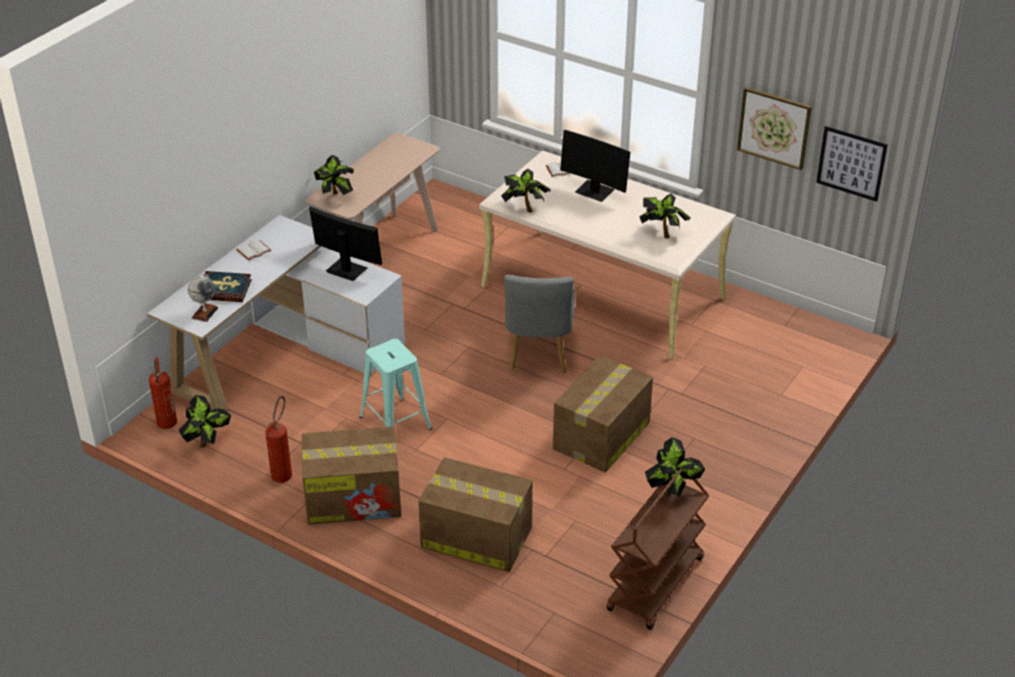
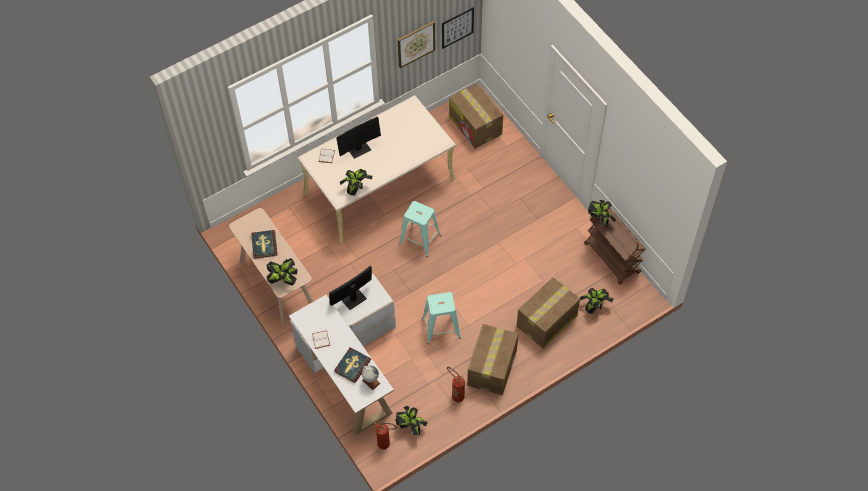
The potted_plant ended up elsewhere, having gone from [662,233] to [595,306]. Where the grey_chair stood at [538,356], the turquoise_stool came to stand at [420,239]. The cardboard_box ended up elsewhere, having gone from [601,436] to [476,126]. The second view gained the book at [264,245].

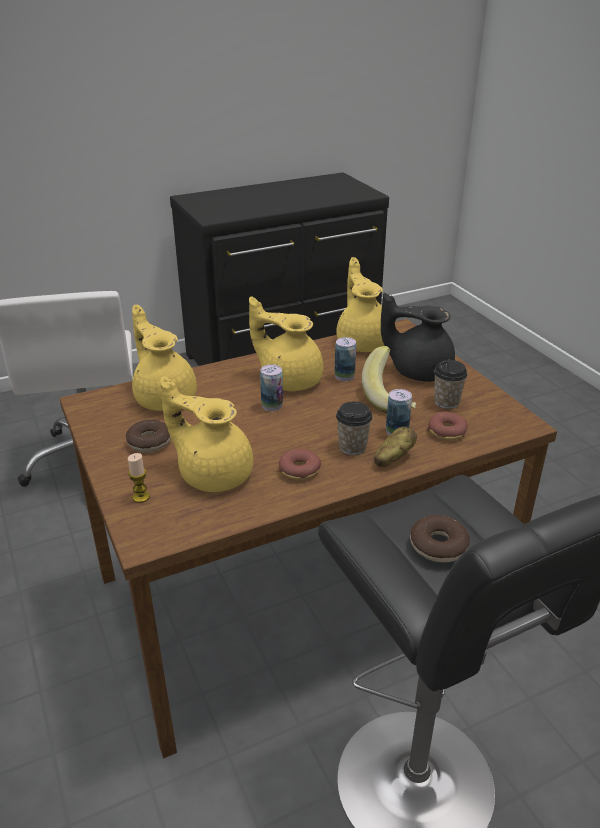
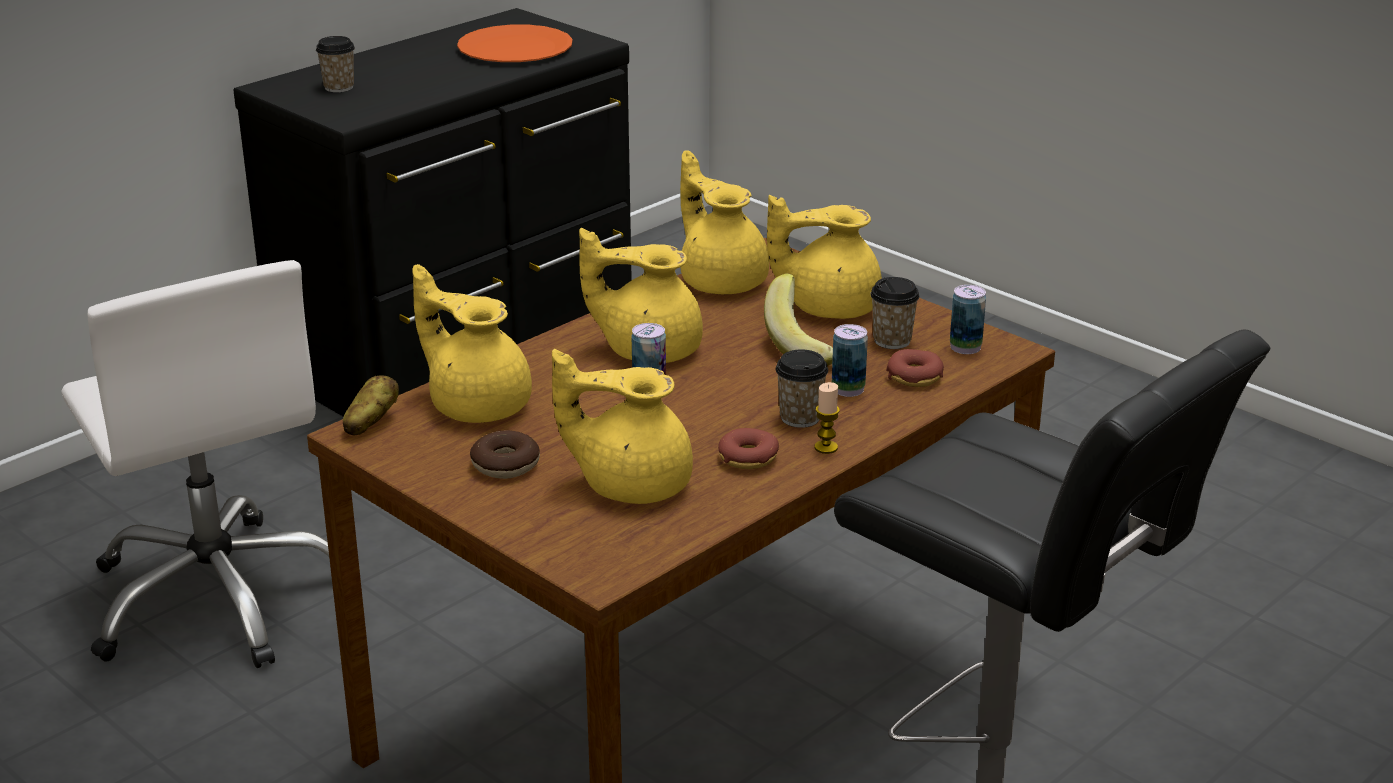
What was the black_teapot at [418,370] turned into the yellow_teapot at [828,306]. The can ended up elsewhere, having gone from [344,376] to [965,347]. The potato ended up elsewhere, having gone from [393,458] to [370,423]. The candle ended up elsewhere, having gone from [141,497] to [826,447]. The second view lost the donut at [438,546]. The second view gained the orange_plate at [515,48]. The second view gained the cup at [339,87].

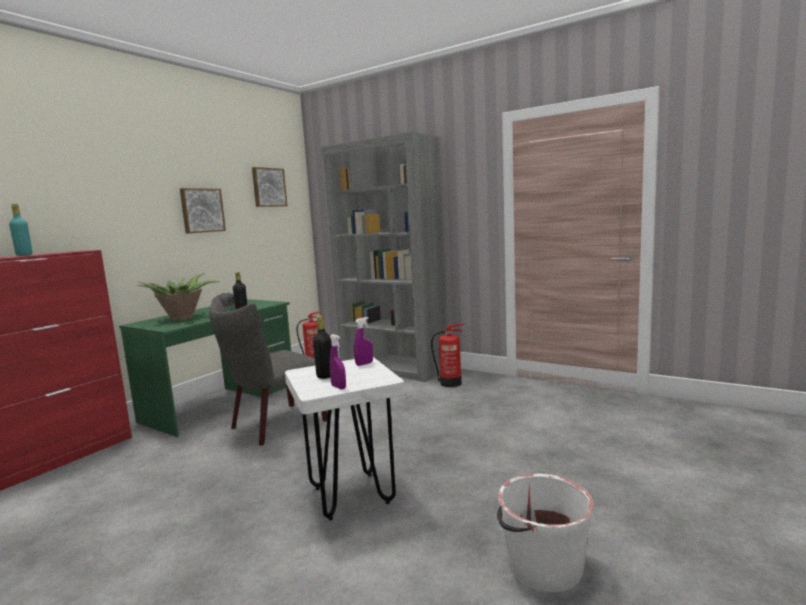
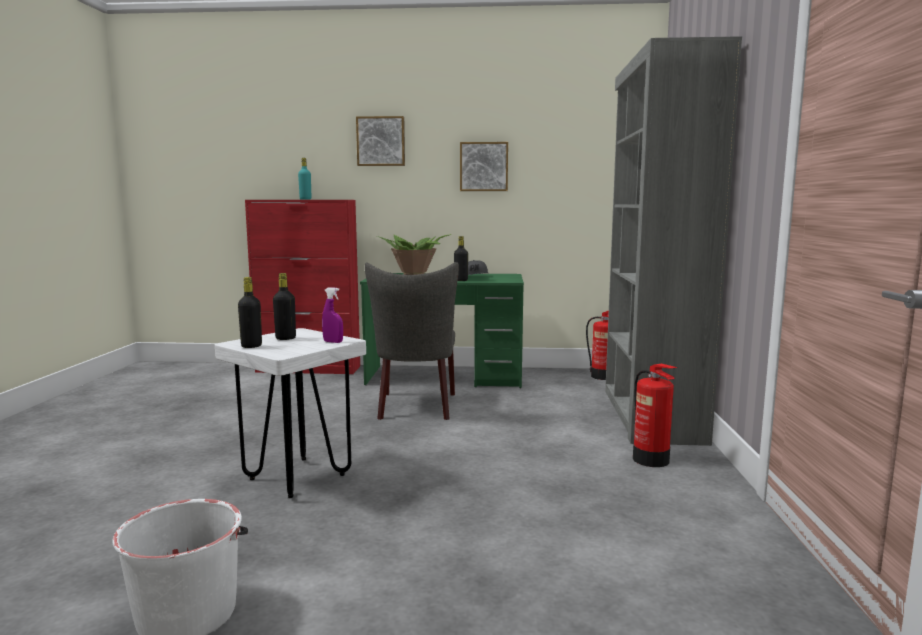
The picture ended up elsewhere, having gone from [268,187] to [381,141]. The grey_chair at [273,426] ended up facing another way, 105 degrees counterclockwise from before. Where the purple_spray_bottle stood at [338,387], the black_bottle came to stand at [251,346].

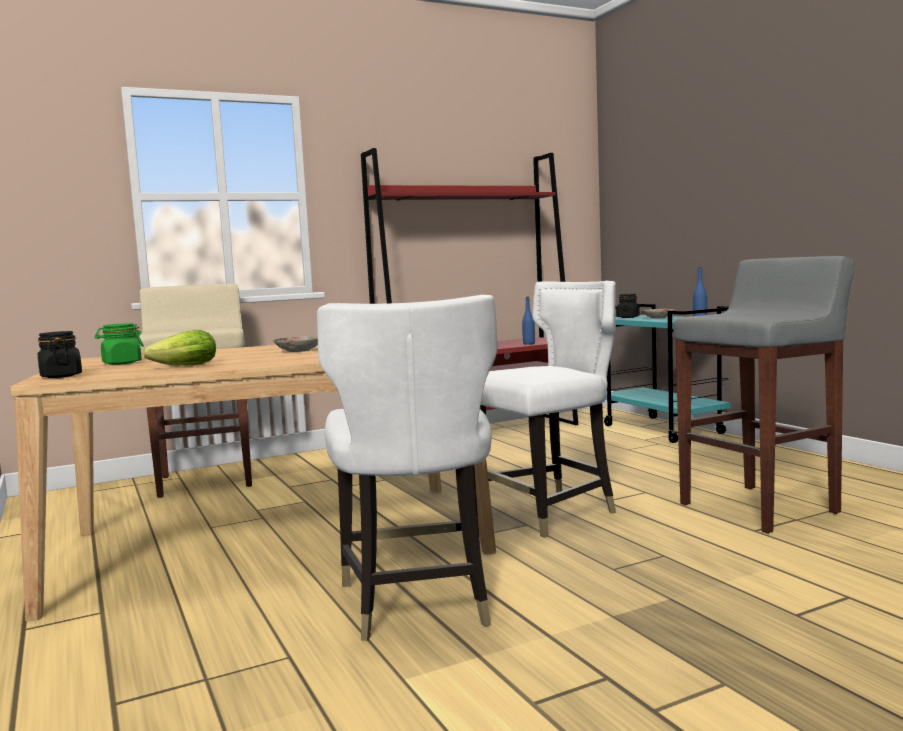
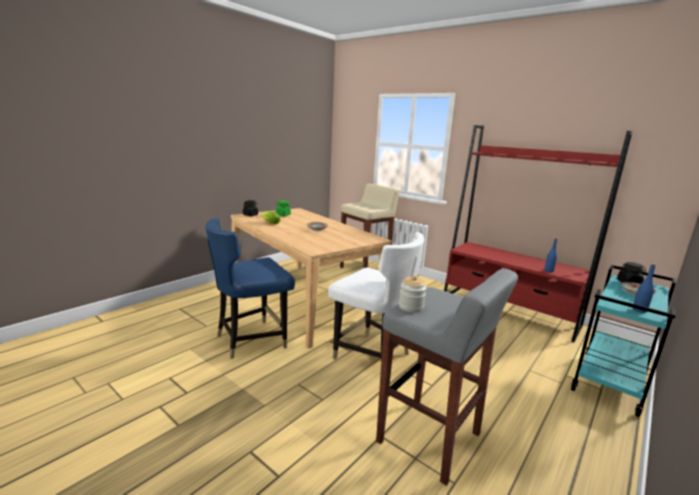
What was the white_chair at [417,602] turned into the blue_chair at [251,339]. The second view gained the jar at [411,307].

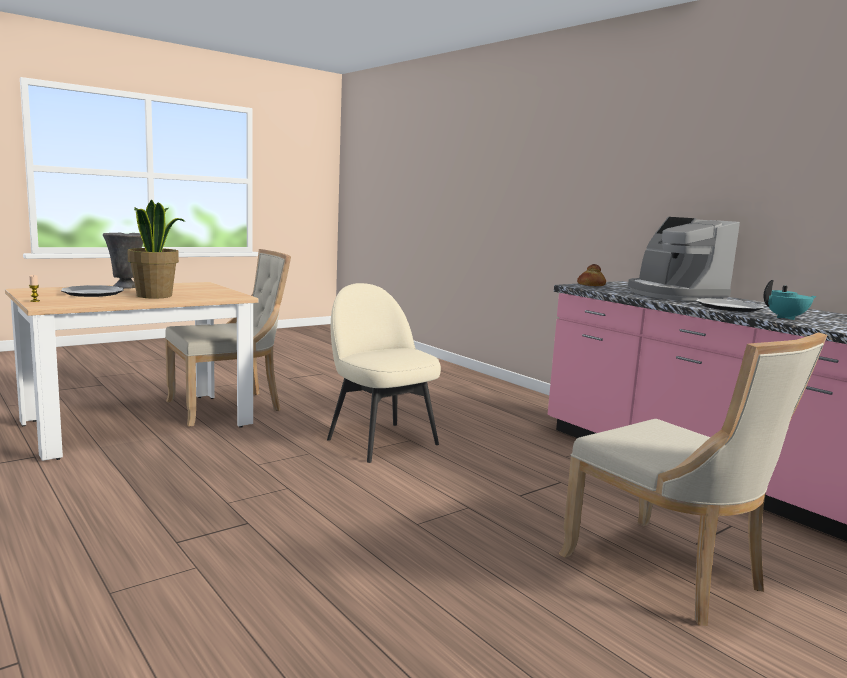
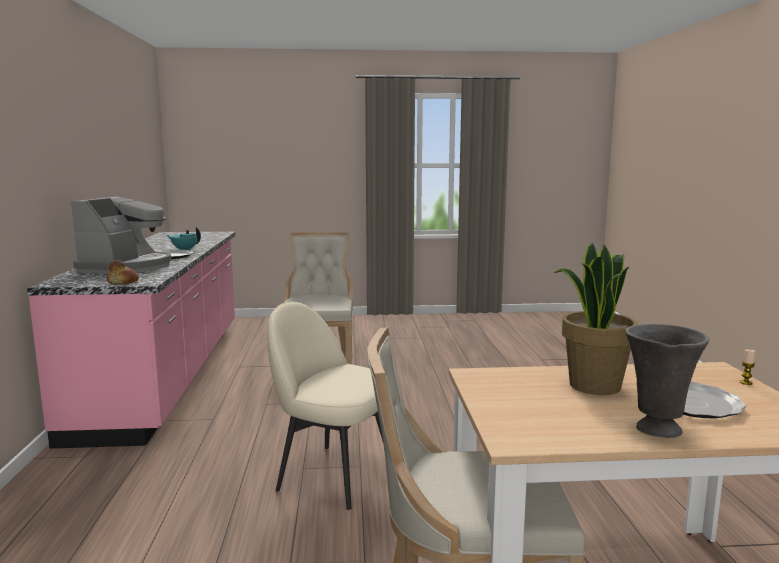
The beige_chair at [381,441] ended up facing another way, 120 degrees clockwise from before.

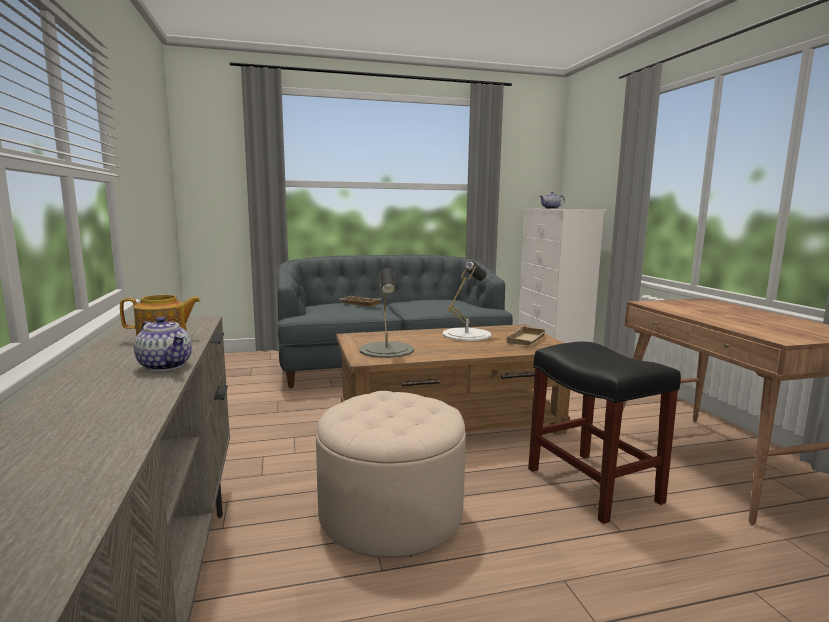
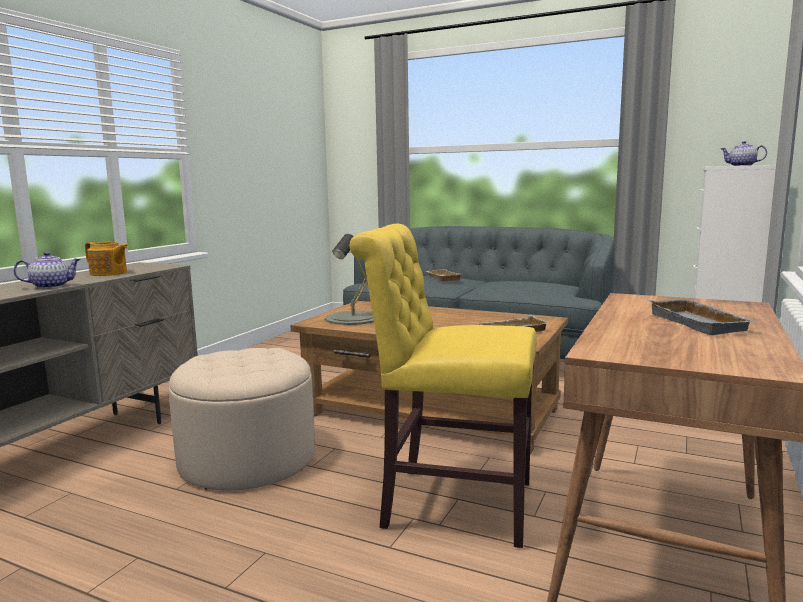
The second view lost the white_table_lamp at [466,334]. The teapot at [166,365] ended up facing another way, 105 degrees counterclockwise from before. Where the black_stool stood at [591,484], the yellow_chair came to stand at [449,503]. The second view gained the grey_tray at [701,323].

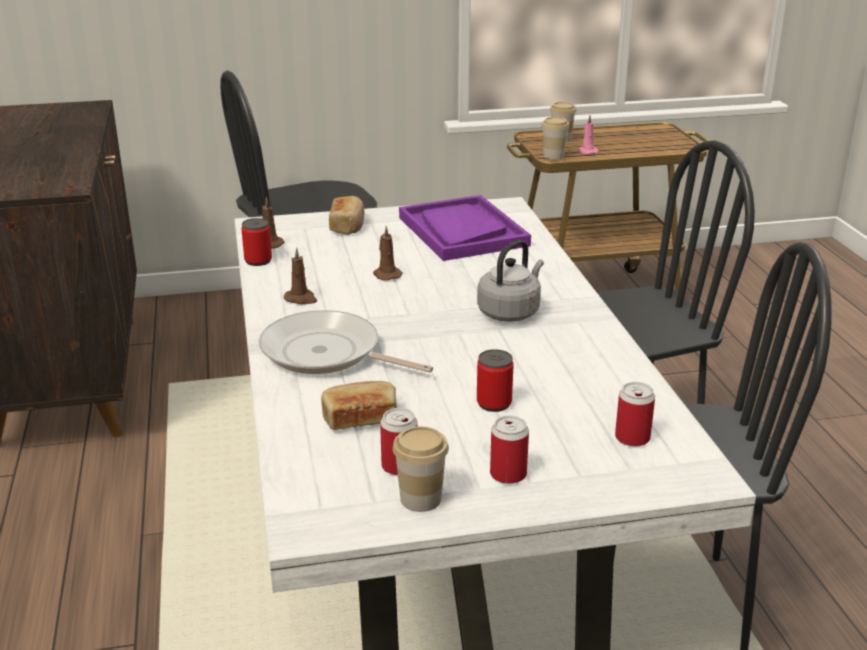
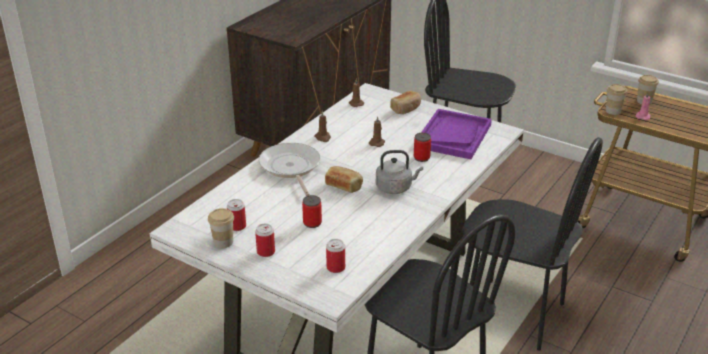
The can ended up elsewhere, having gone from [258,261] to [421,158]. The bread ended up elsewhere, having gone from [360,419] to [344,185].

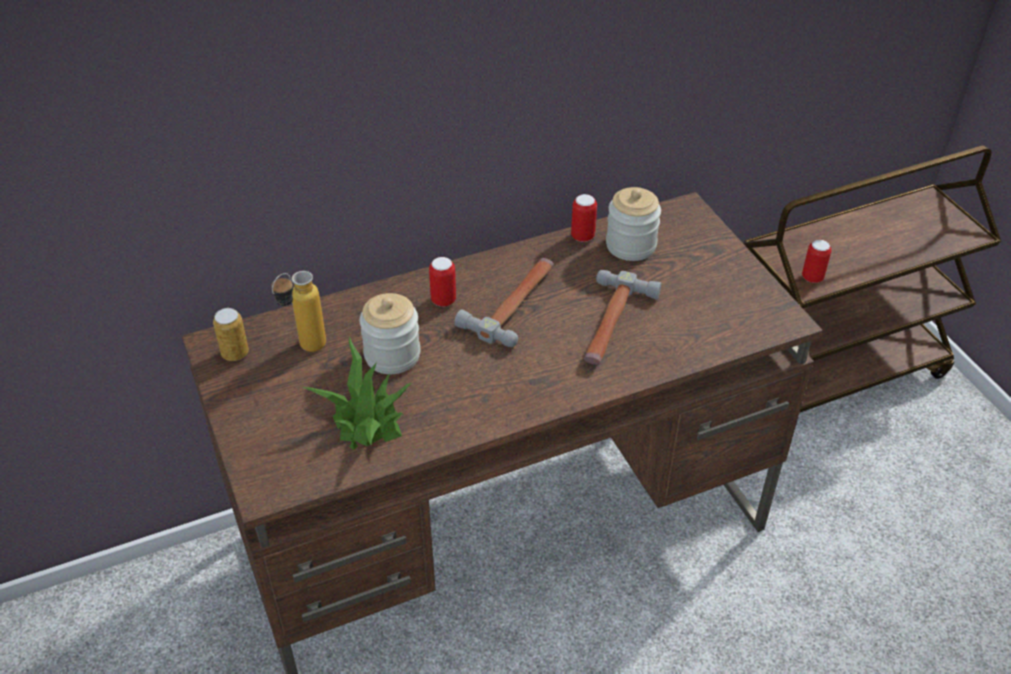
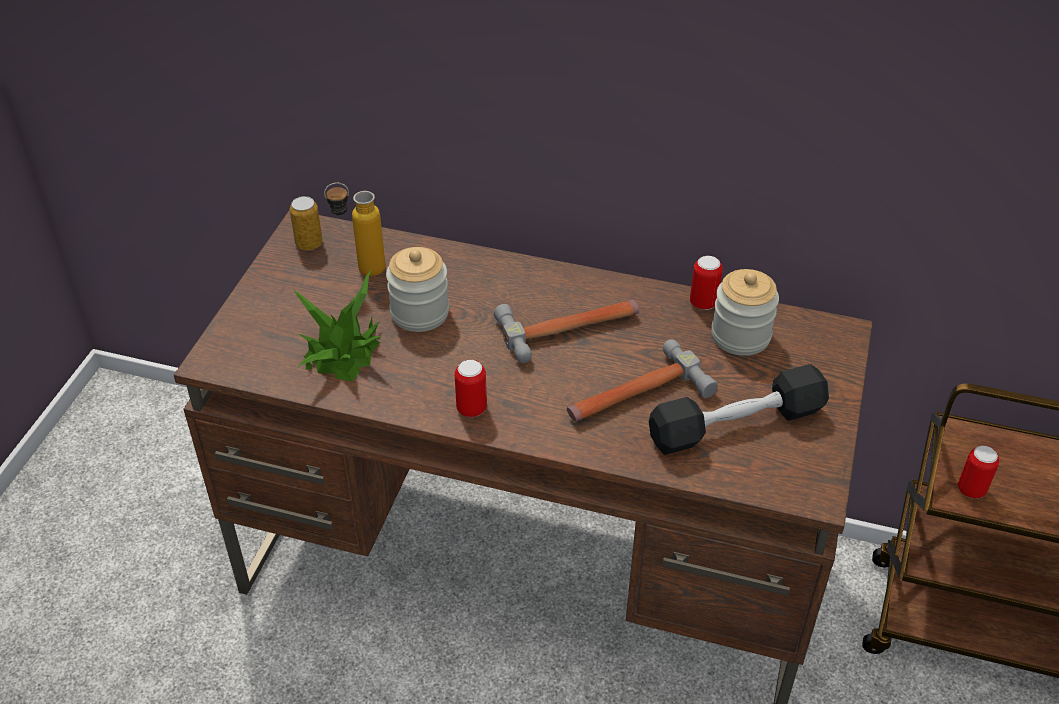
The can ended up elsewhere, having gone from [443,300] to [471,409]. The second view gained the black_dumbbell at [736,425].

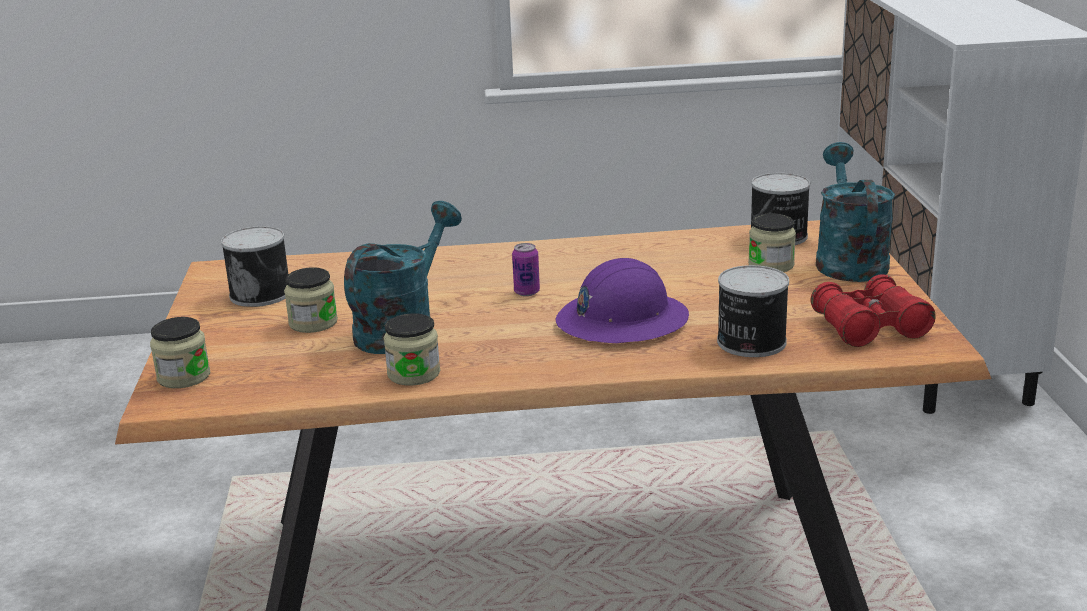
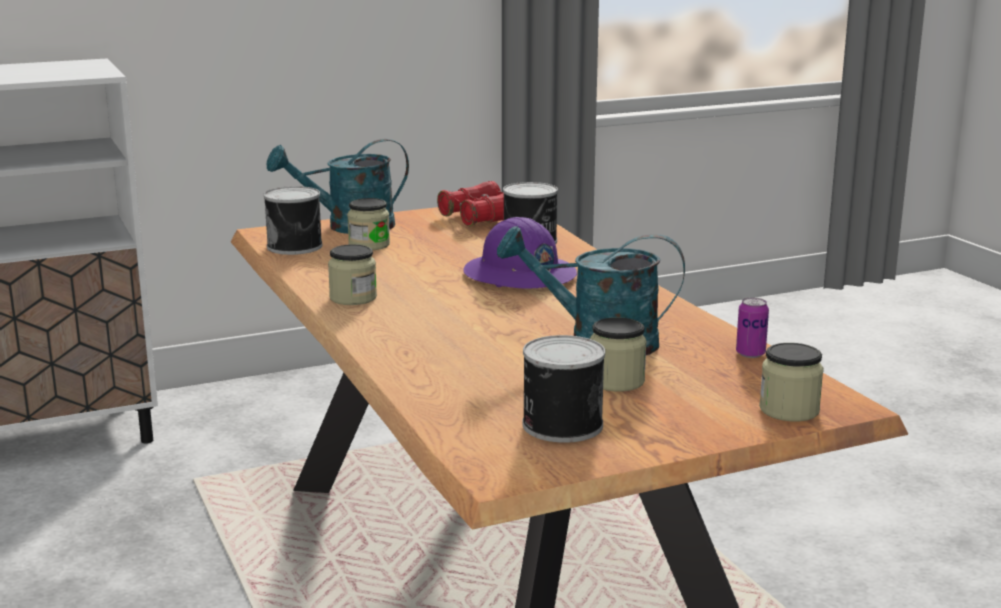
The can ended up elsewhere, having gone from [527,292] to [750,354]. The jar ended up elsewhere, having gone from [413,374] to [353,298].

